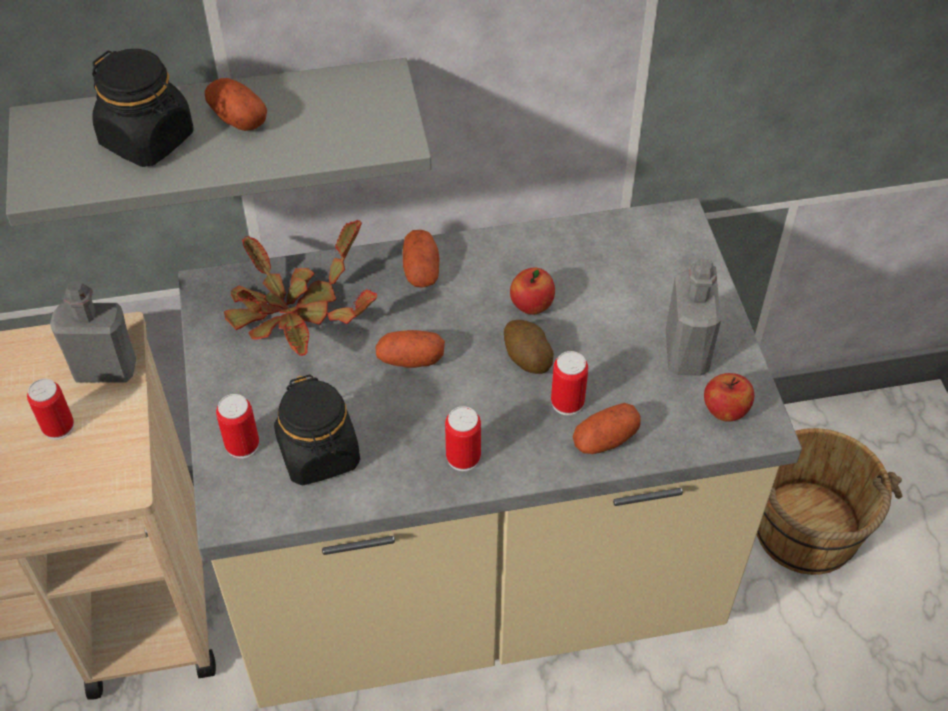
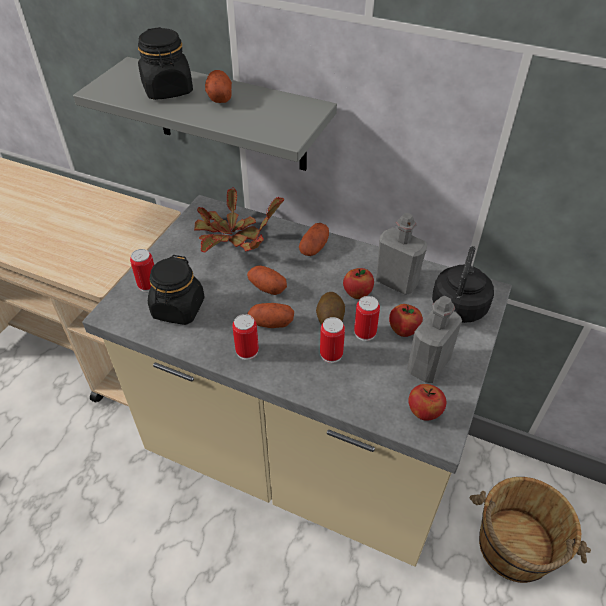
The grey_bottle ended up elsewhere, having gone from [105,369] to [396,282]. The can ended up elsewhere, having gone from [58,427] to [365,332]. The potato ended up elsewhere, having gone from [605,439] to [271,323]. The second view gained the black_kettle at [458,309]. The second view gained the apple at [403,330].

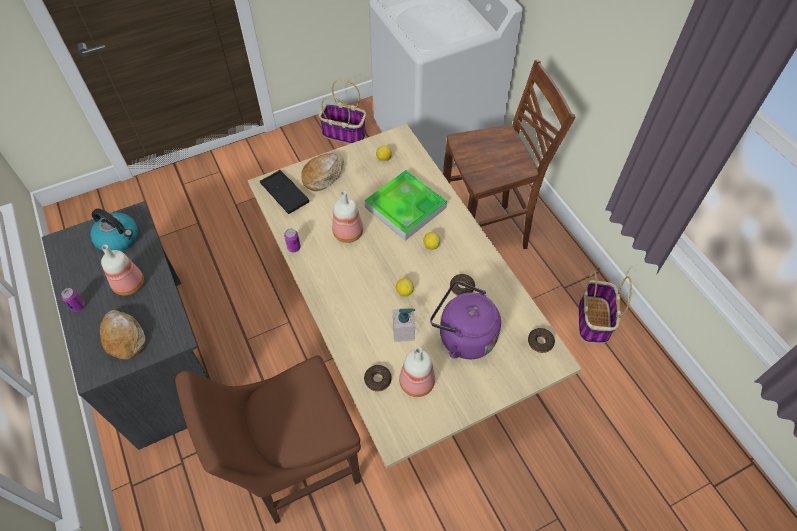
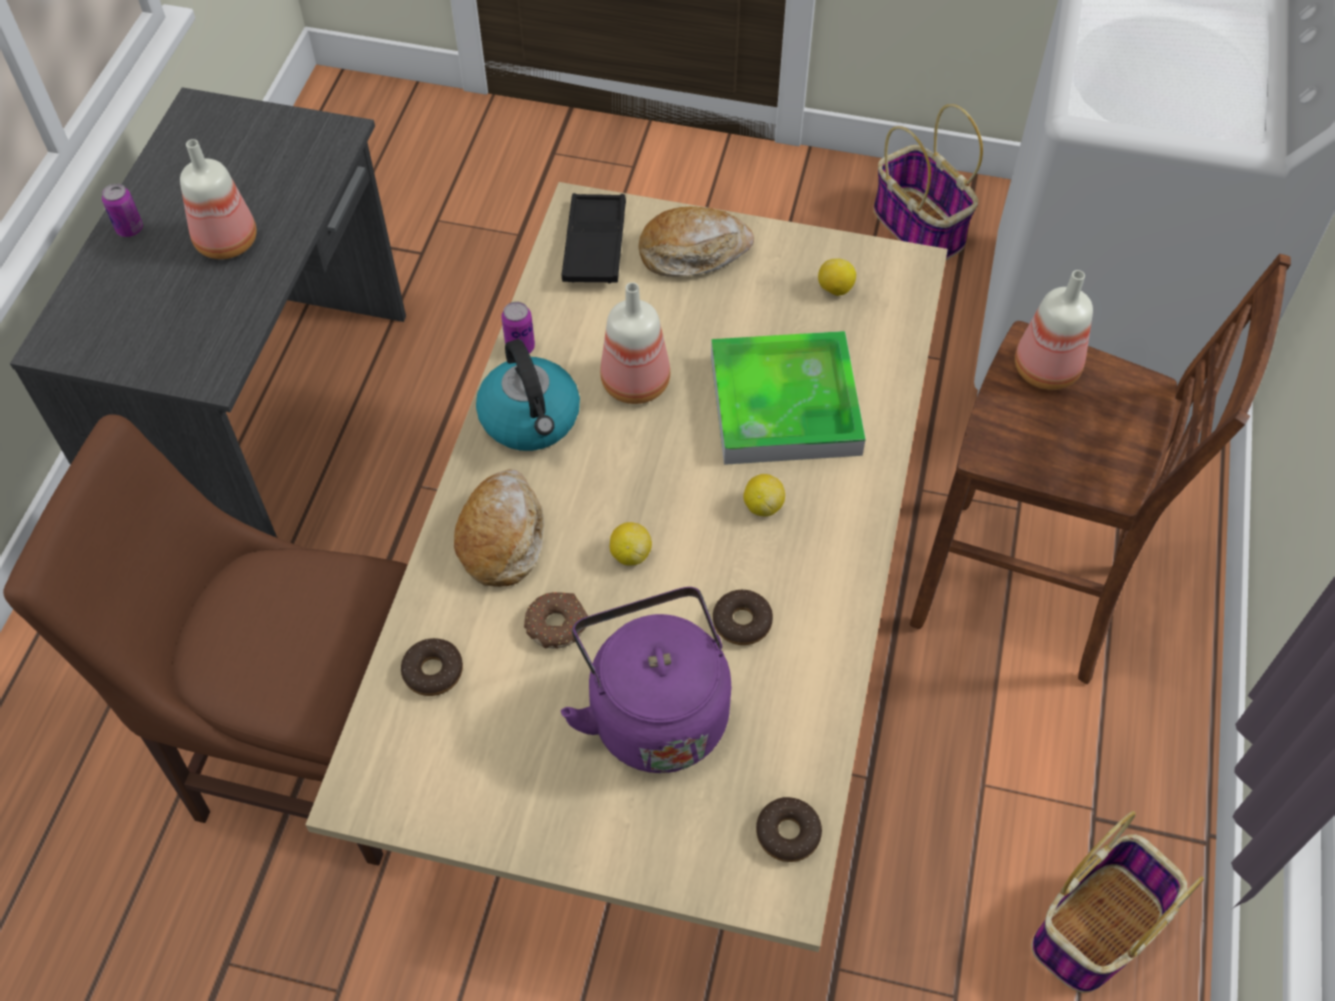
The kettle ended up elsewhere, having gone from [119,238] to [531,419]. Where the soap_dispenser stood at [403,332], the donut came to stand at [557,624]. The bread ended up elsewhere, having gone from [124,338] to [502,537]. The bottle ended up elsewhere, having gone from [417,383] to [1046,371].

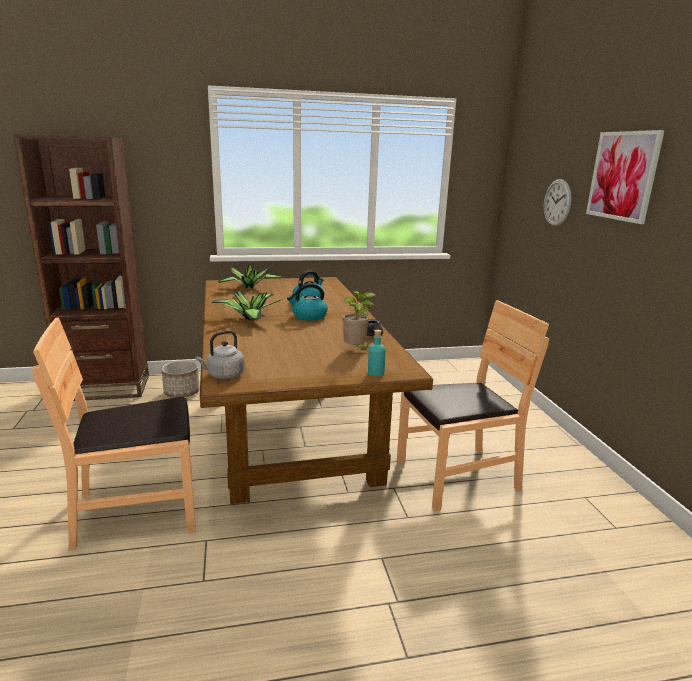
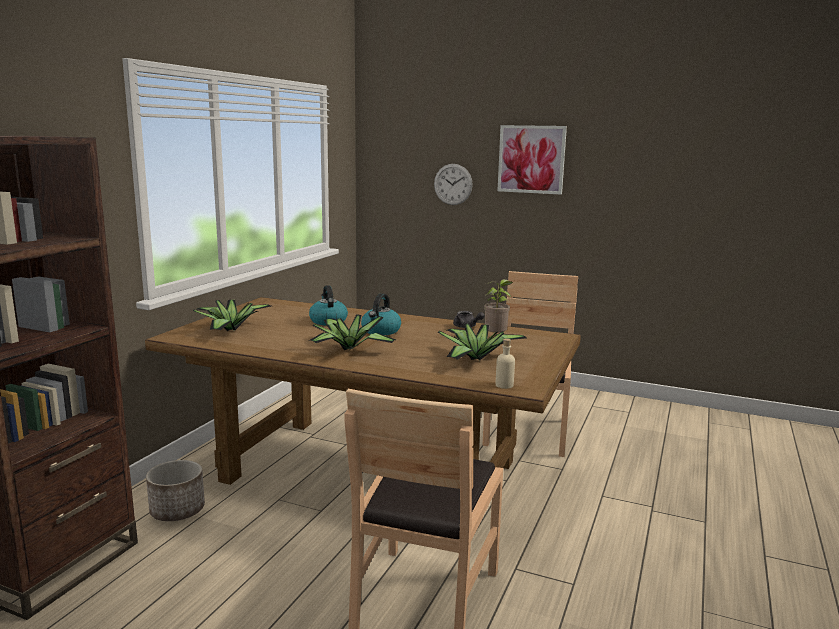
Where the grey_kettle stood at [223,375], the beige_bottle came to stand at [504,385]. The second view lost the turquoise_bottle at [376,372]. The second view gained the potted_plant at [475,358].

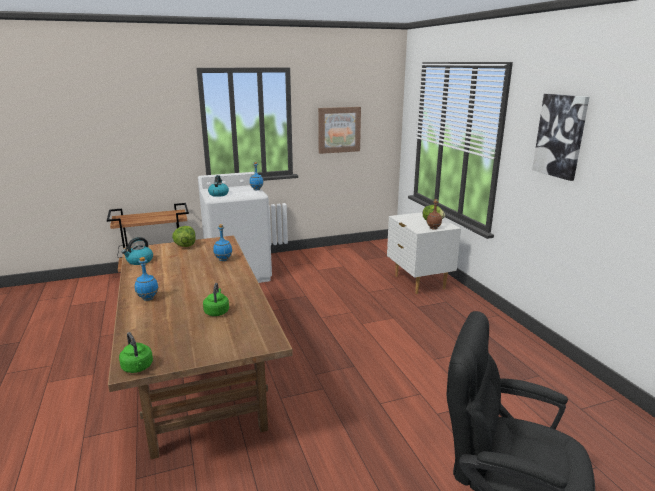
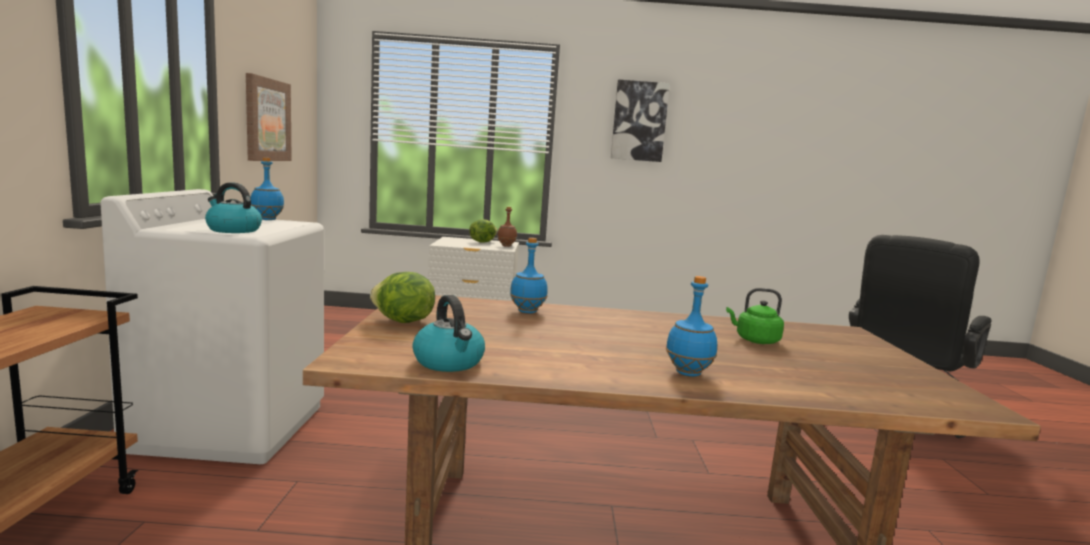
The second view lost the green_kettle at [138,368].

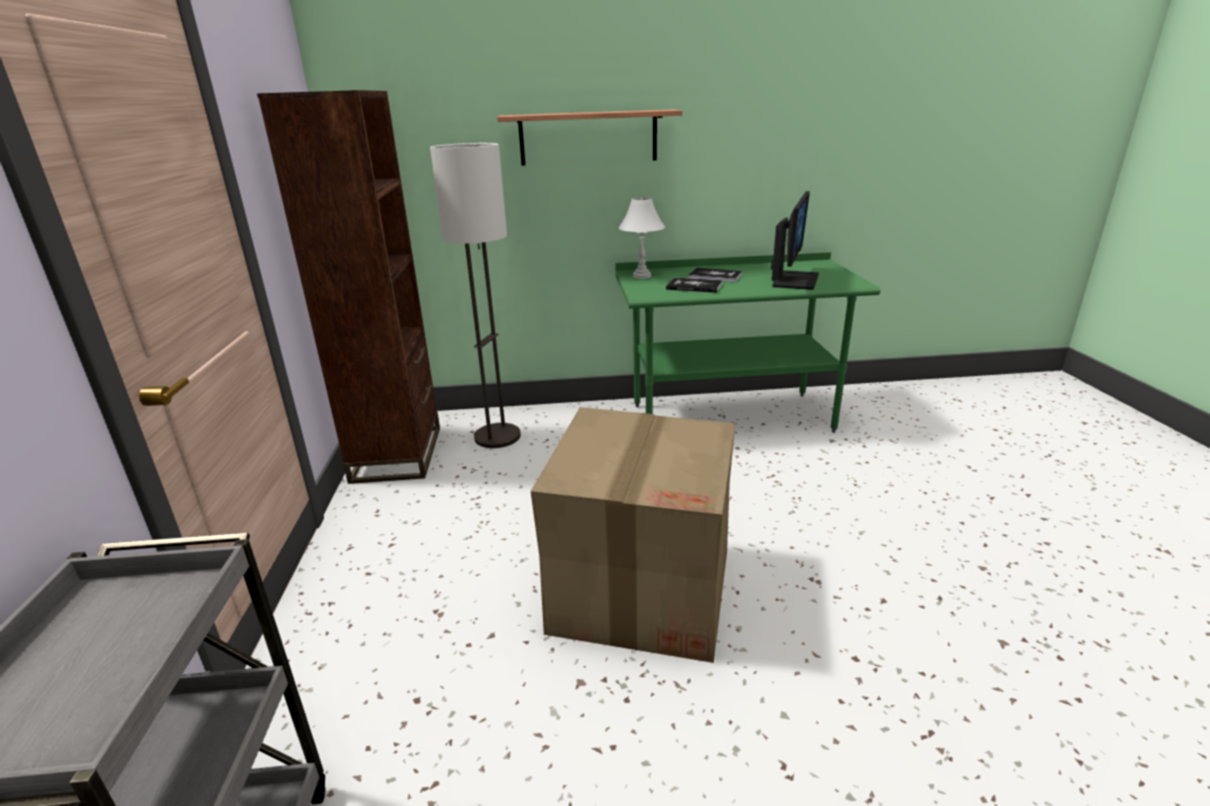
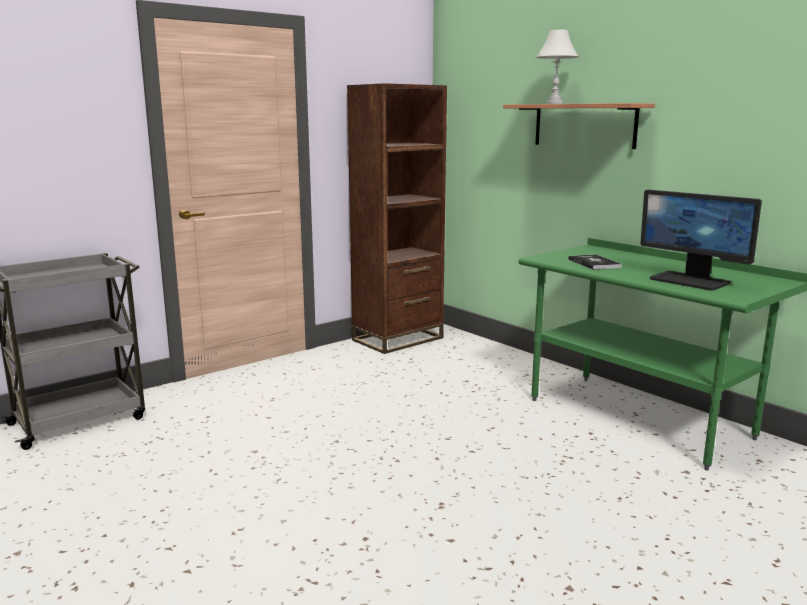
The second view lost the floor_lamp at [497,437]. The monitor at [794,280] ended up facing another way, 60 degrees clockwise from before. The white_table_lamp ended up elsewhere, having gone from [641,276] to [554,103]. The second view lost the book at [715,276]. The second view lost the cardboard_box at [642,588].

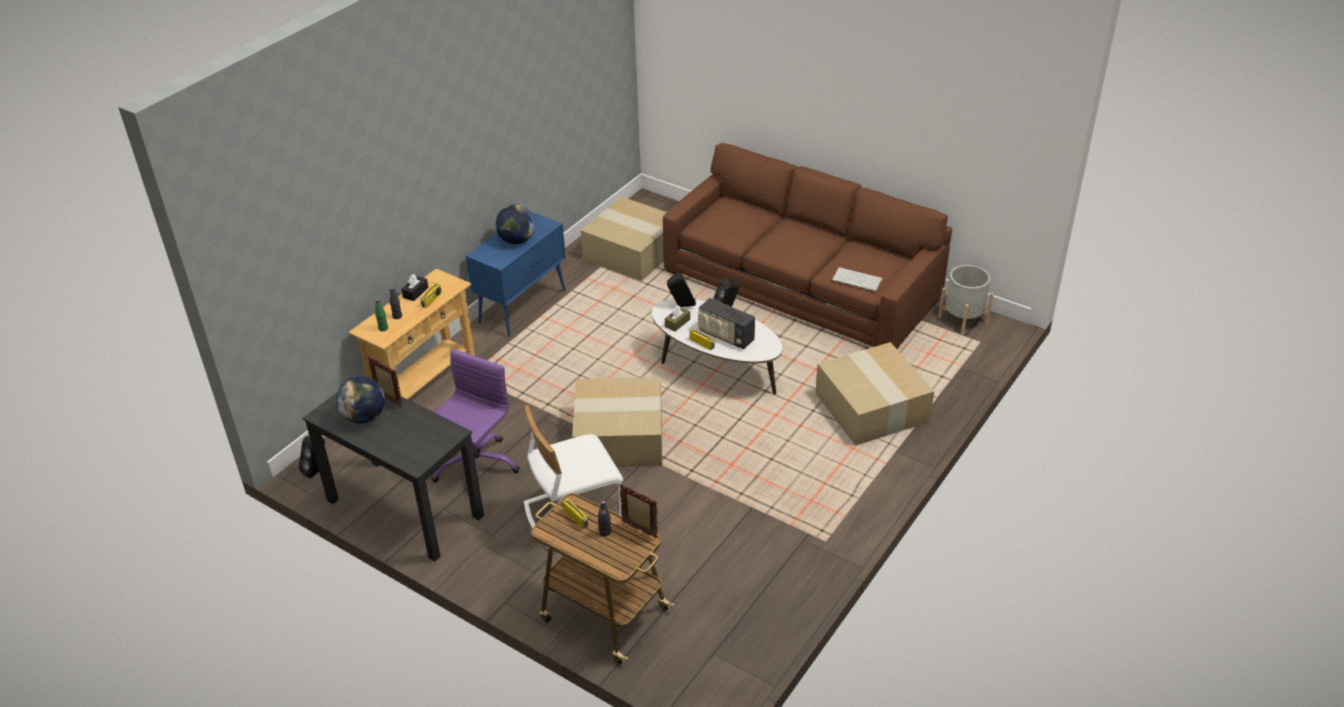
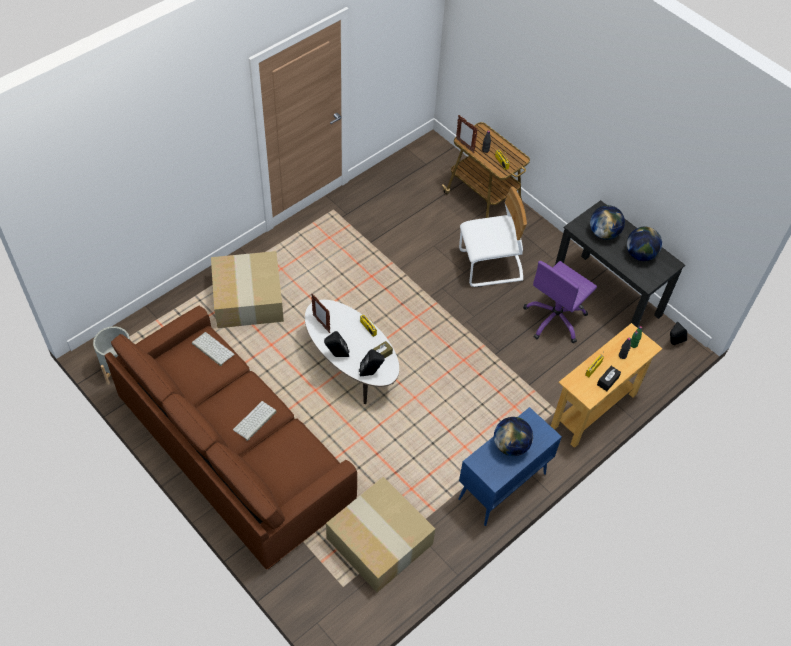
The second view lost the radio at [725,336]. The picture_frame ended up elsewhere, having gone from [389,400] to [321,323]. The second view lost the cardboard_box at [620,436]. The second view gained the globe at [603,233]. The second view gained the keyboard at [255,421].

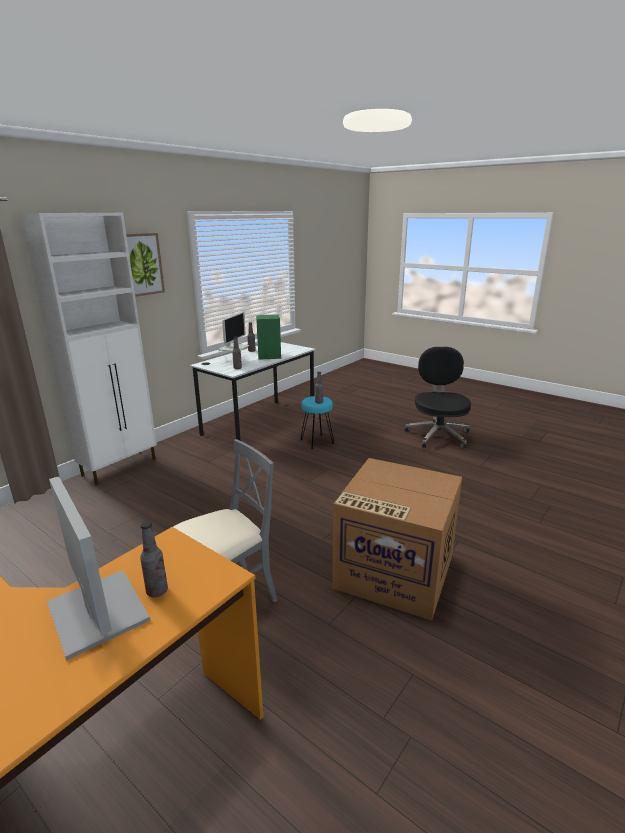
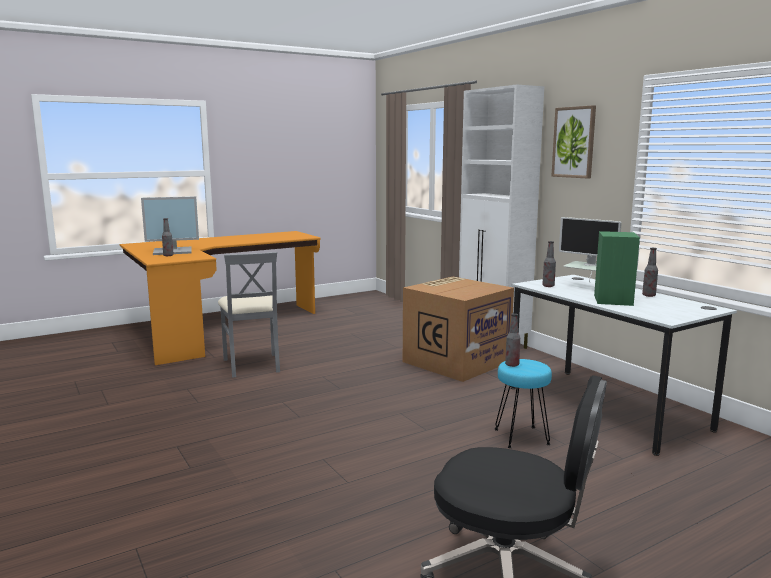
The cardboard_box ended up elsewhere, having gone from [392,572] to [456,361].

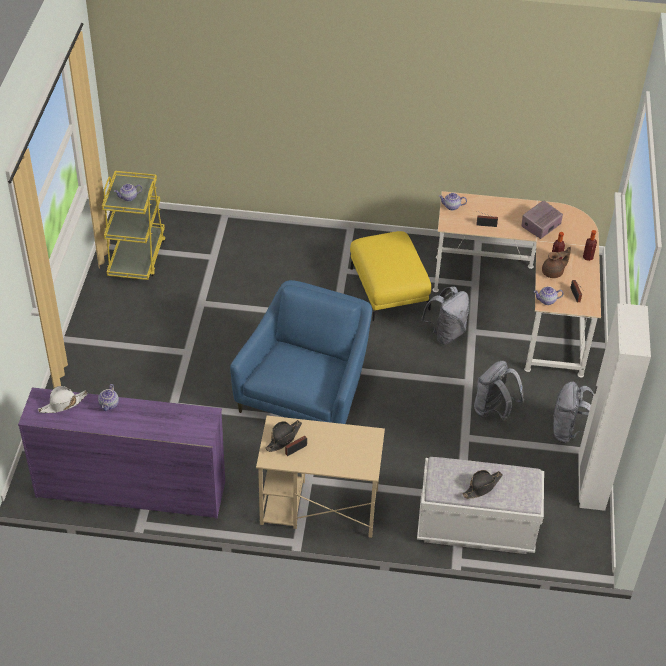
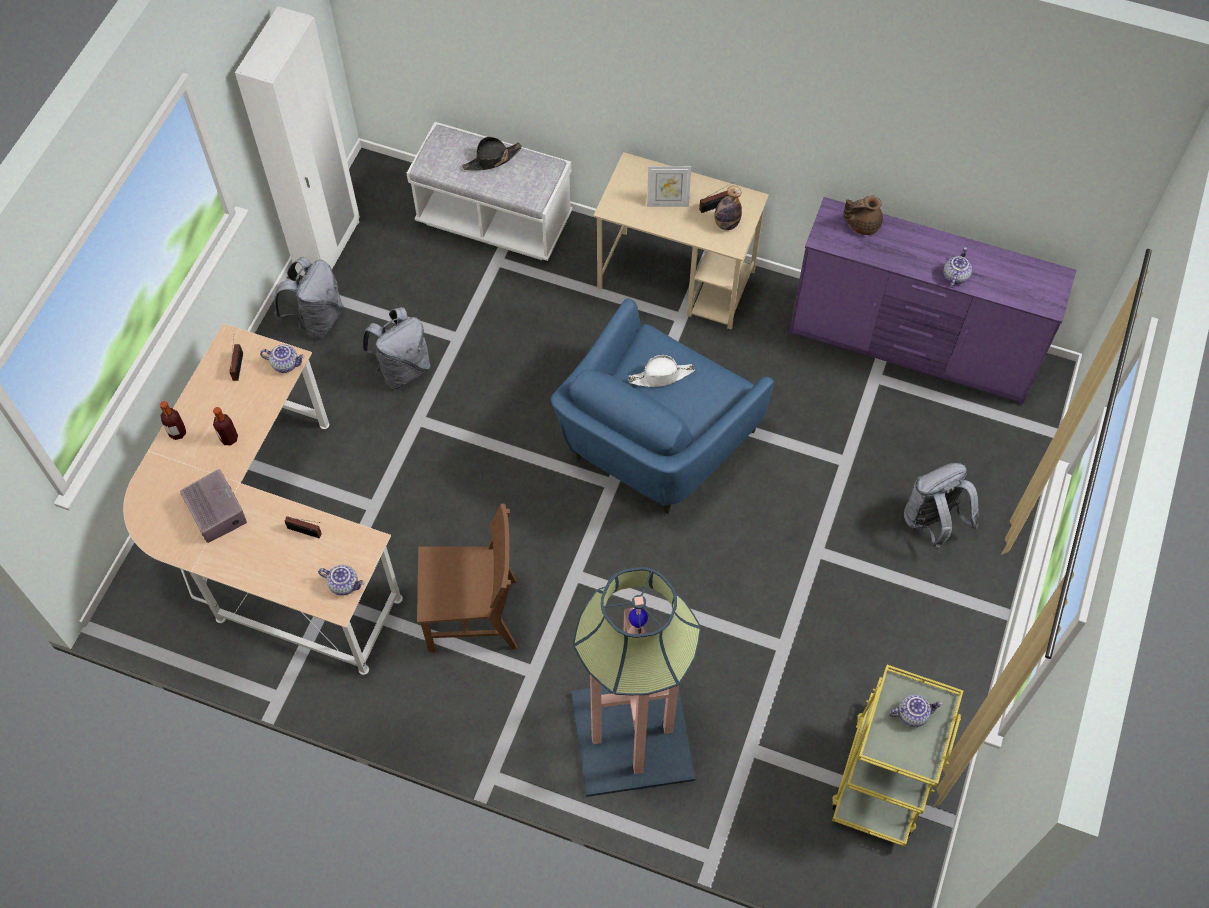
The radio at [540,226] ended up facing another way, 90 degrees counterclockwise from before. Where the yellow_ottoman stood at [388,289], the brown_chair came to stand at [473,615]. The brown_teapot ended up elsewhere, having gone from [553,272] to [862,224]. The grey_backpack ended up elsewhere, having gone from [445,333] to [932,523]. The white_hat ended up elsewhere, having gone from [63,404] to [661,376]. Where the black_hat stood at [283,438], the bottle came to stand at [726,224]. The second view gained the picture_frame at [667,203]. The second view gained the floor_lamp at [632,736].

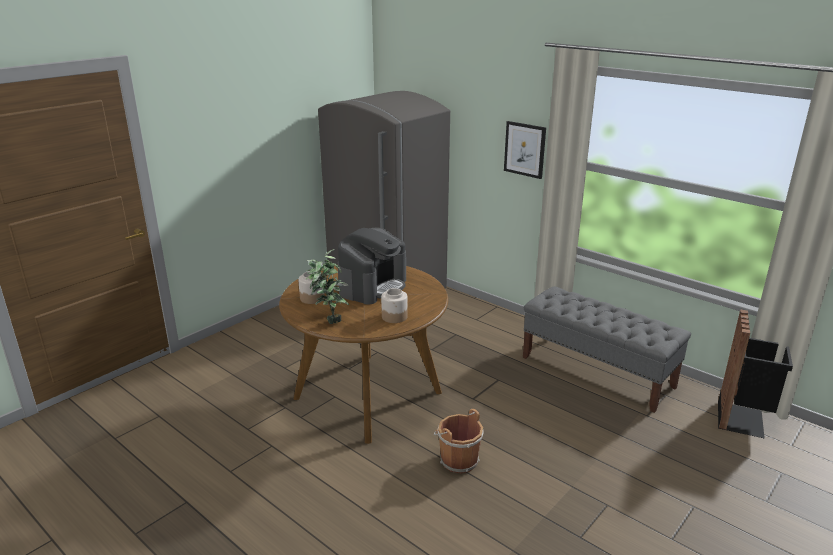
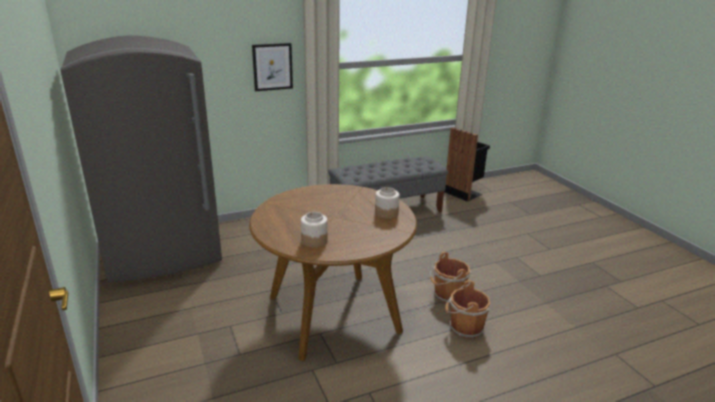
The second view lost the coffee_machine at [373,286]. The second view lost the potted_plant at [329,319]. The second view gained the brown_bucket at [464,328].

